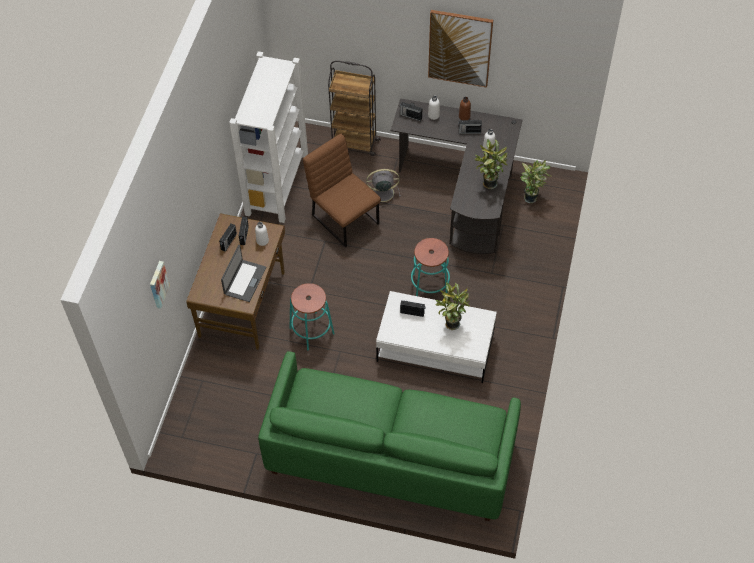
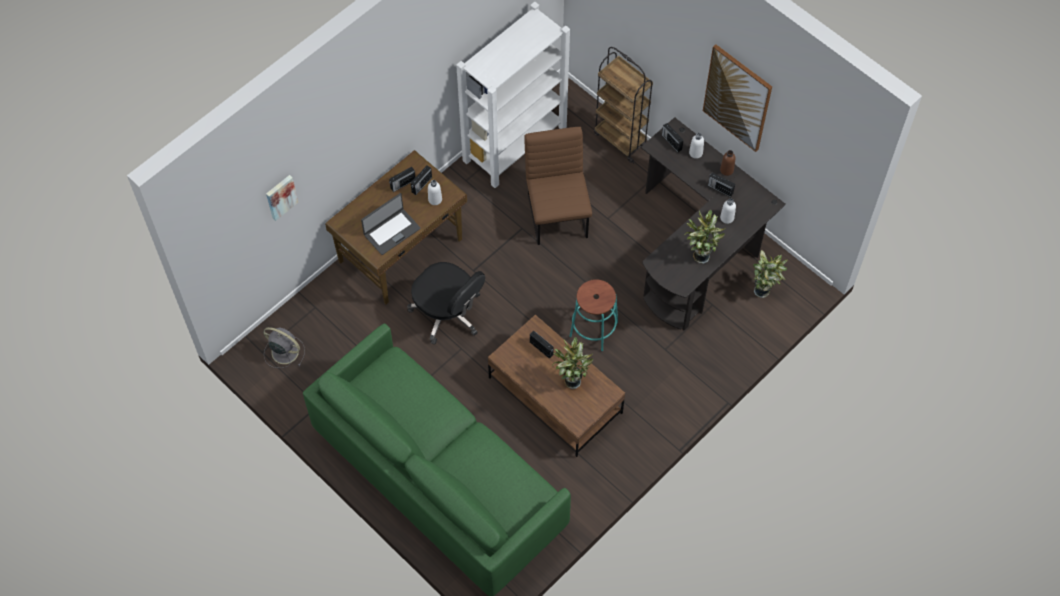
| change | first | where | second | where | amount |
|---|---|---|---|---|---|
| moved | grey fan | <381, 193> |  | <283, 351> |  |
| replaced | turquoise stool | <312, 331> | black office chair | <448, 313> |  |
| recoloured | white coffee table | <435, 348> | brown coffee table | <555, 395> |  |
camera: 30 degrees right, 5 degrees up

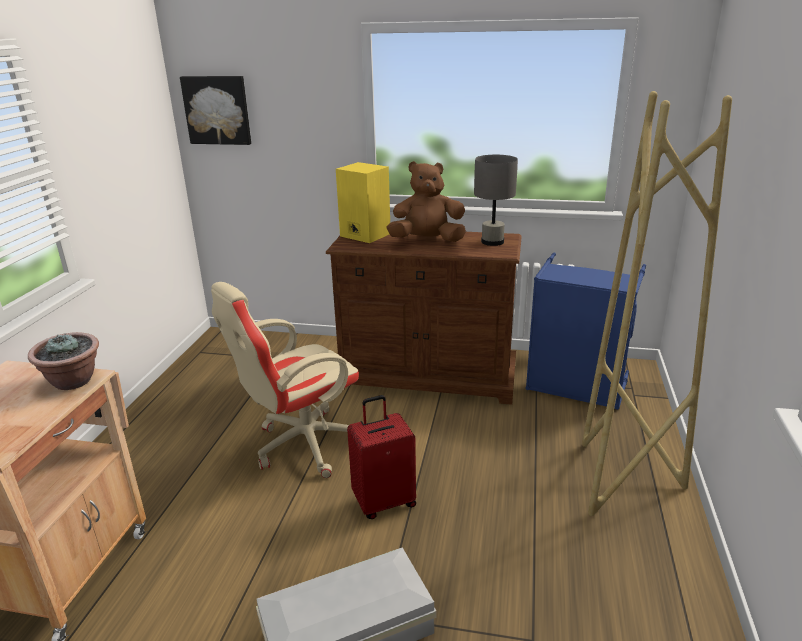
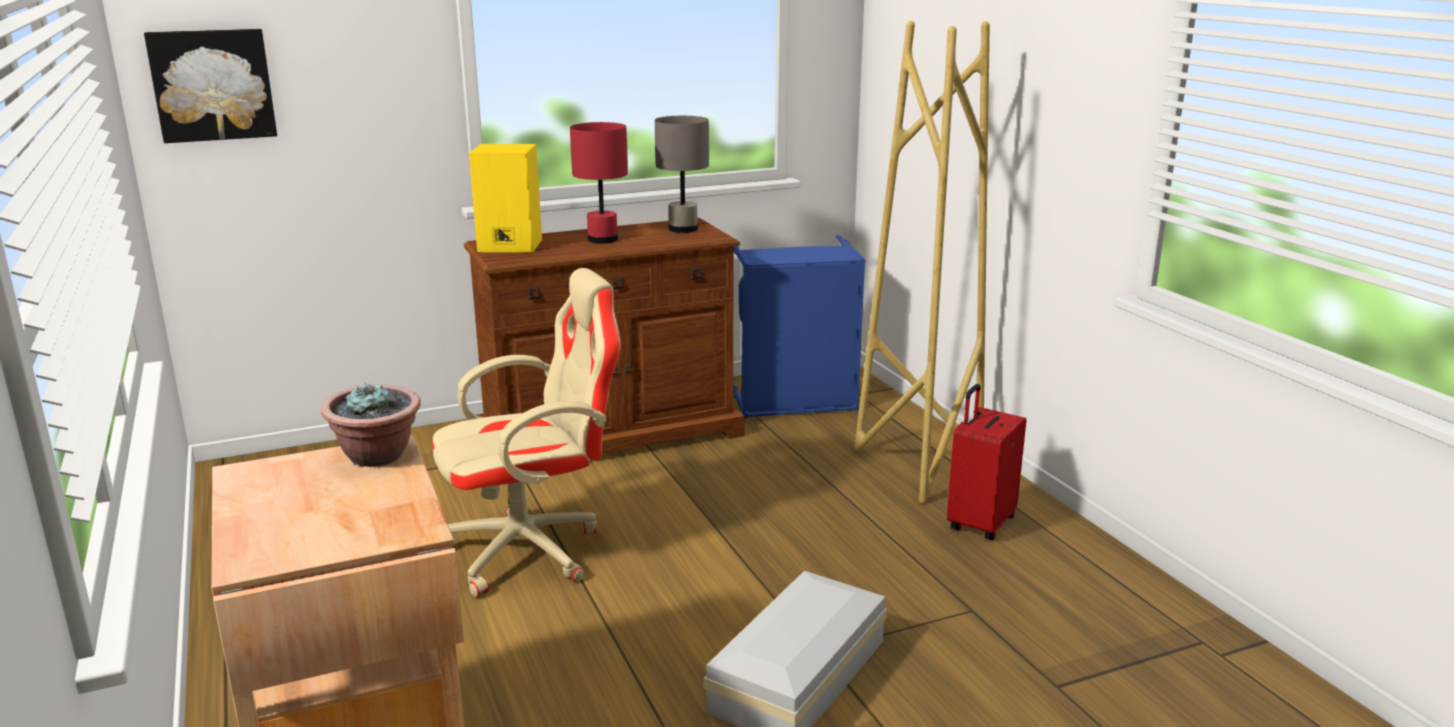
| change | first | where | second | where | amount |
|---|---|---|---|---|---|
| turned | beige office chair | <299, 448> |  | <535, 550> | 135 degrees counterclockwise |
| replaced | brown plush toy | <427, 240> | red table lamp | <603, 239> |  |
| moved | red suitcase | <384, 501> |  | <979, 523> |  |
camera: 35 degrees left, 5 degrees down

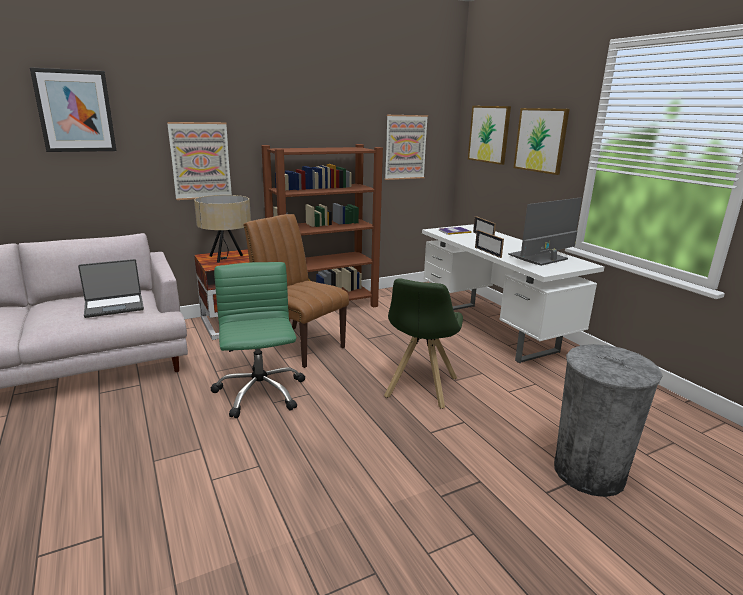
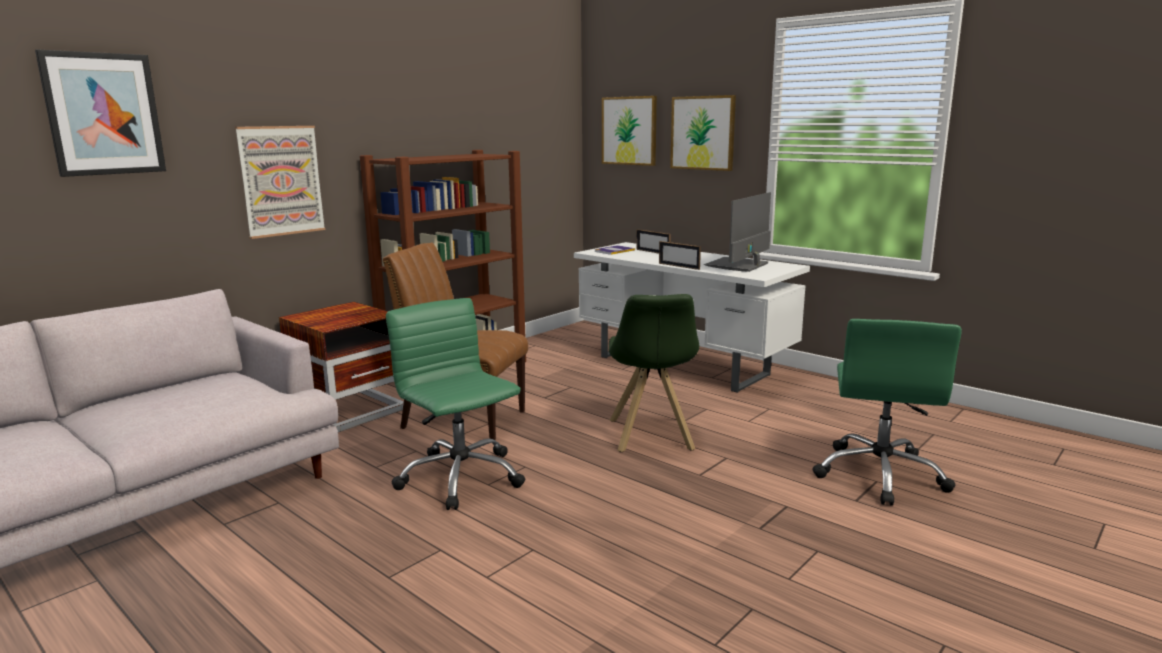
| change | first | where | second | where | amount |
|---|---|---|---|---|---|
| replaced | grey trash can | <588, 472> | green office chair | <880, 475> |  |
| removed | laptop | <114, 306> |  |  |  |
| removed | beige table lamp | <227, 258> |  |  |  |
| removed | picture | <405, 147> |  |  |  |
camera: 20 degrees left, 5 degrees down

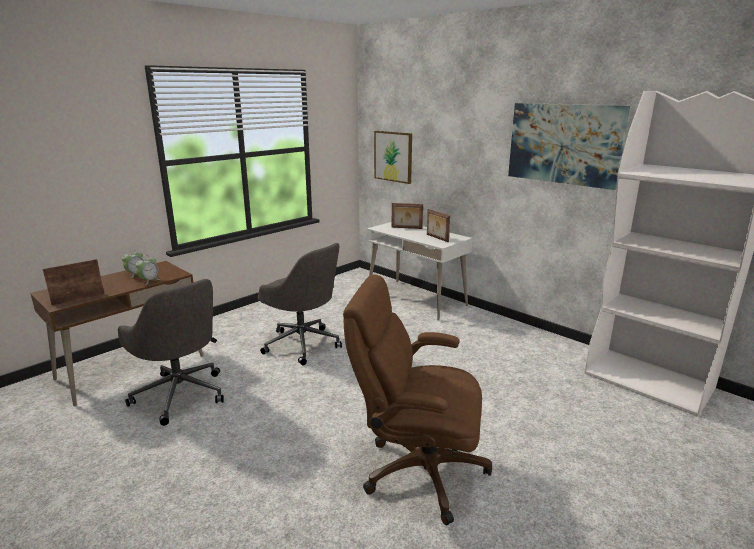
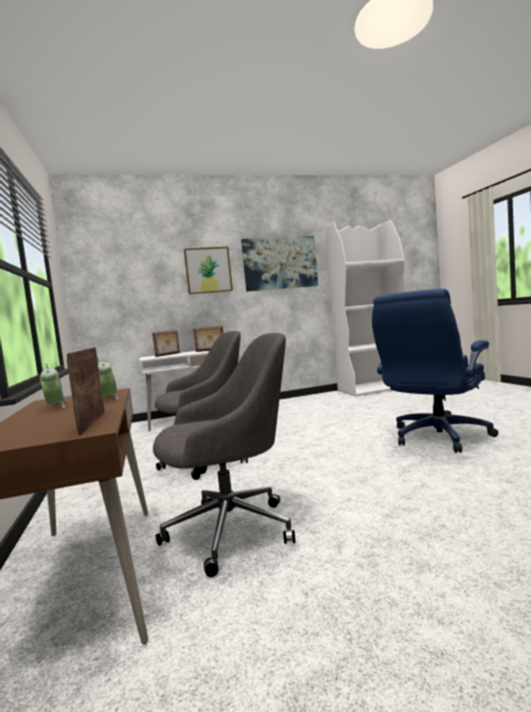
| change | first | where | second | where | amount |
|---|---|---|---|---|---|
| moved | picture | <393, 156> |  | <208, 270> |  |
| recoloured | brown office chair | <416, 469> | blue office chair | <435, 438> |  |
camera: 60 degrees left, 15 degrees down

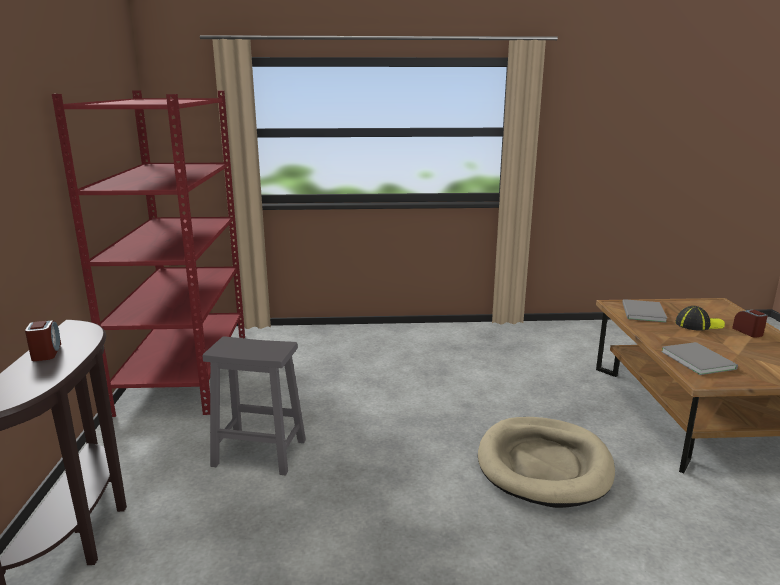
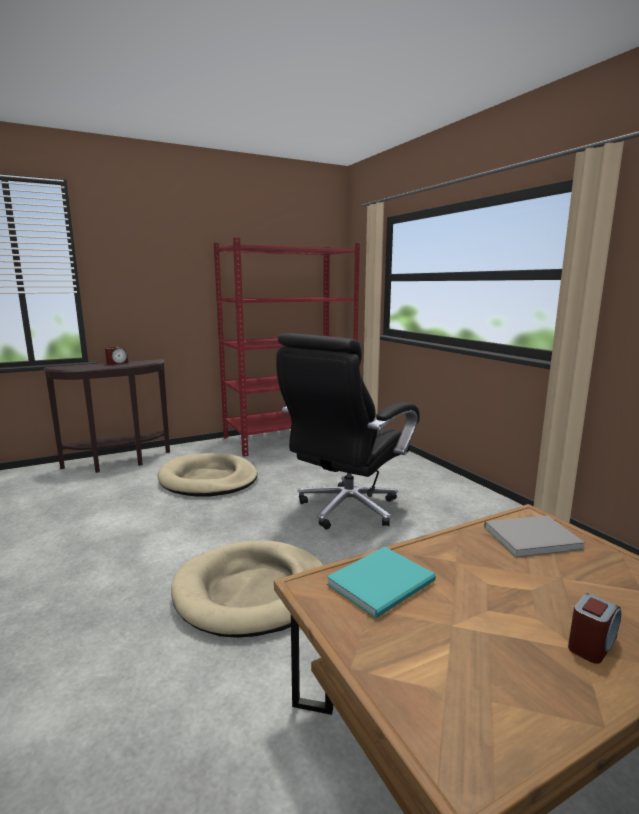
| change | first | where | second | where | amount |
|---|---|---|---|---|---|
| replaced | grey stool | <261, 453> | beige dog bed | <208, 479> |  |
| added |  |  | black office chair | <345, 511> |  |
| recoloured | grey book | <697, 359> | turquoise book | <384, 583> |  |
| removed | cap | <699, 324> |  |  |  |
camera: 65 degrees right, 5 degrees down

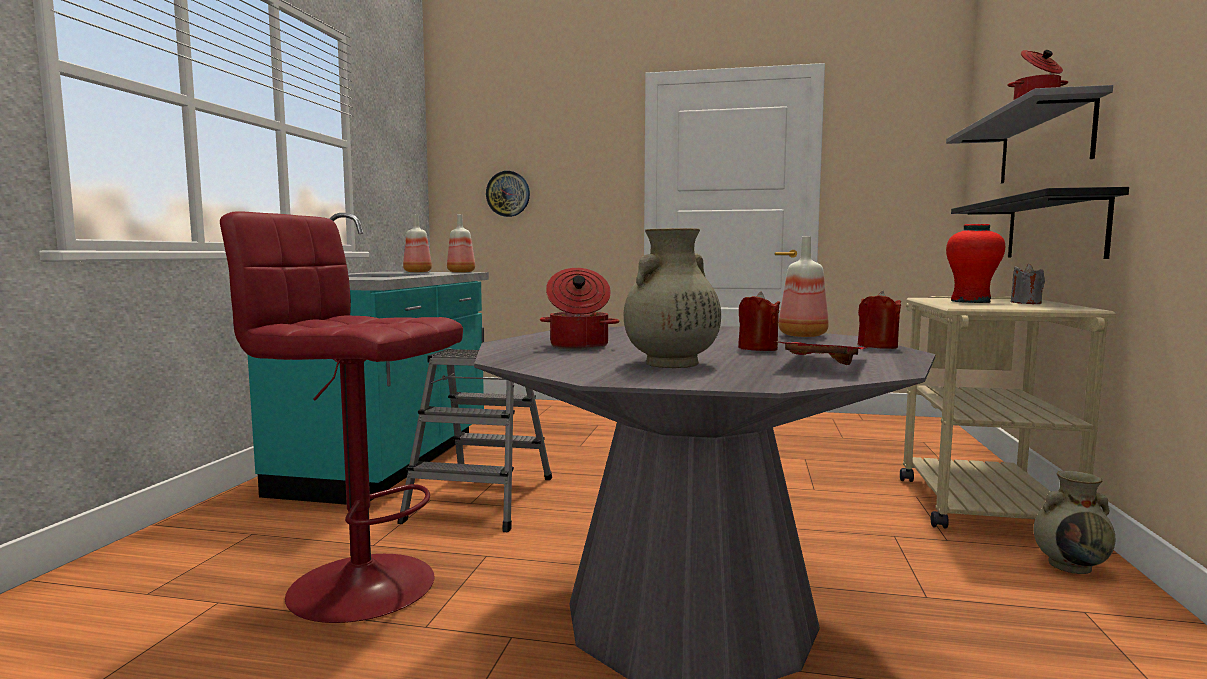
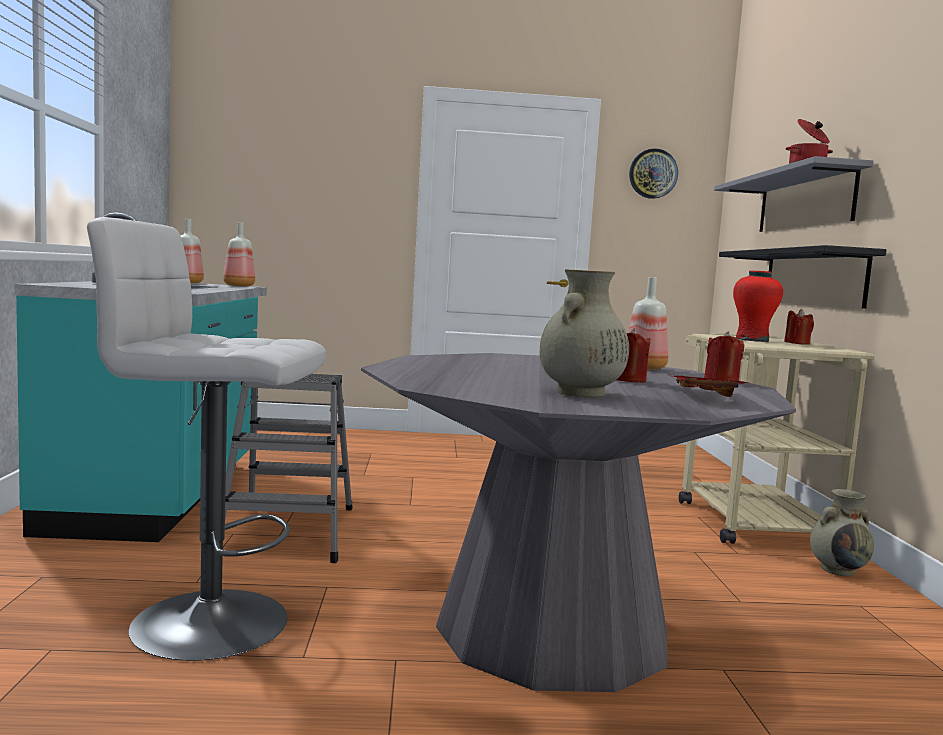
| change | first | where | second | where | amount |
|---|---|---|---|---|---|
| recoloured | red stool | <361, 585> | white stool | <209, 622> |  |
| moved | wall clock | <508, 194> |  | <653, 173> |  |
| recoloured | grey candle | <1025, 303> | red candle | <797, 343> |  |
| removed | cooking pot | <578, 346> |  |  |  |
camera: 15 degrees left, 0 degrees up

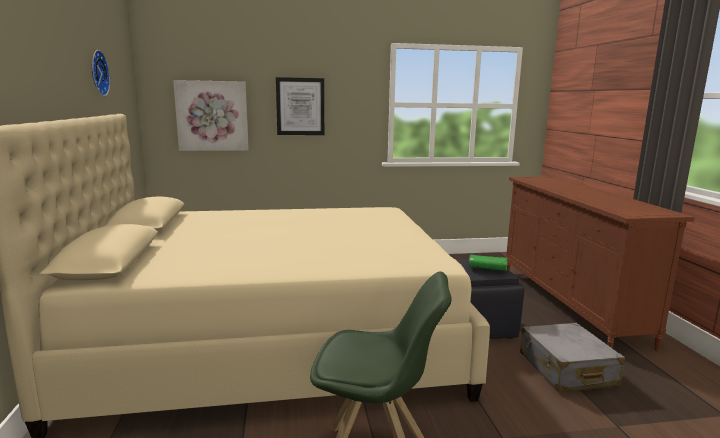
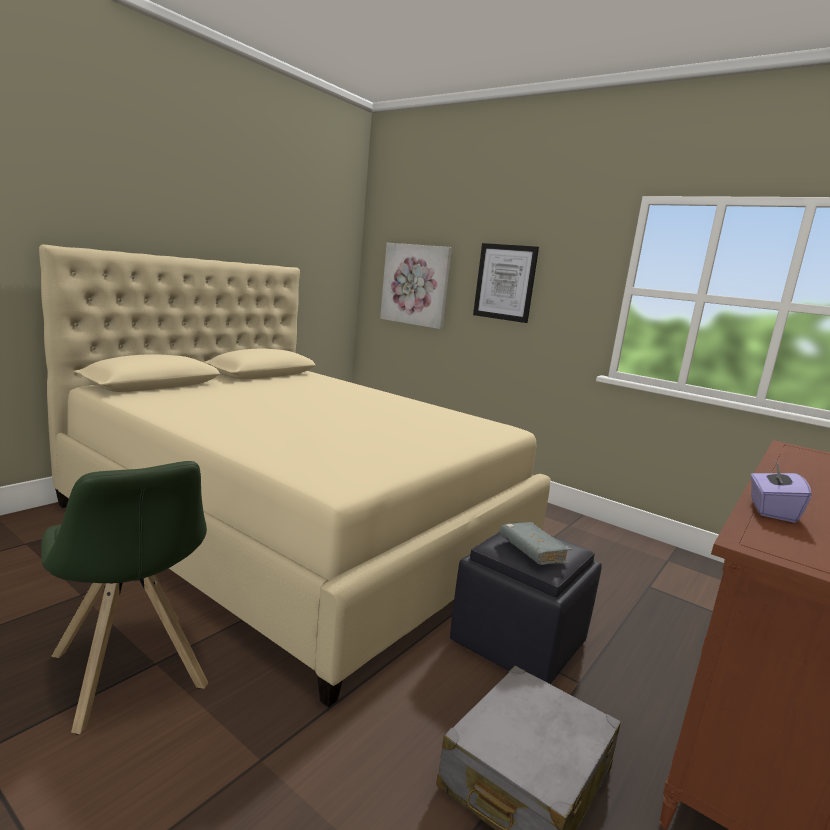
| change | first | where | second | where | amount |
|---|---|---|---|---|---|
| recoloured | green book | <487, 268> | grey book | <532, 551> |  |
| added |  |  | purple tissue box | <771, 510> |  |
| removed | wall clock | <97, 73> |  |  |  |
camera: 45 degrees right, 0 degrees up

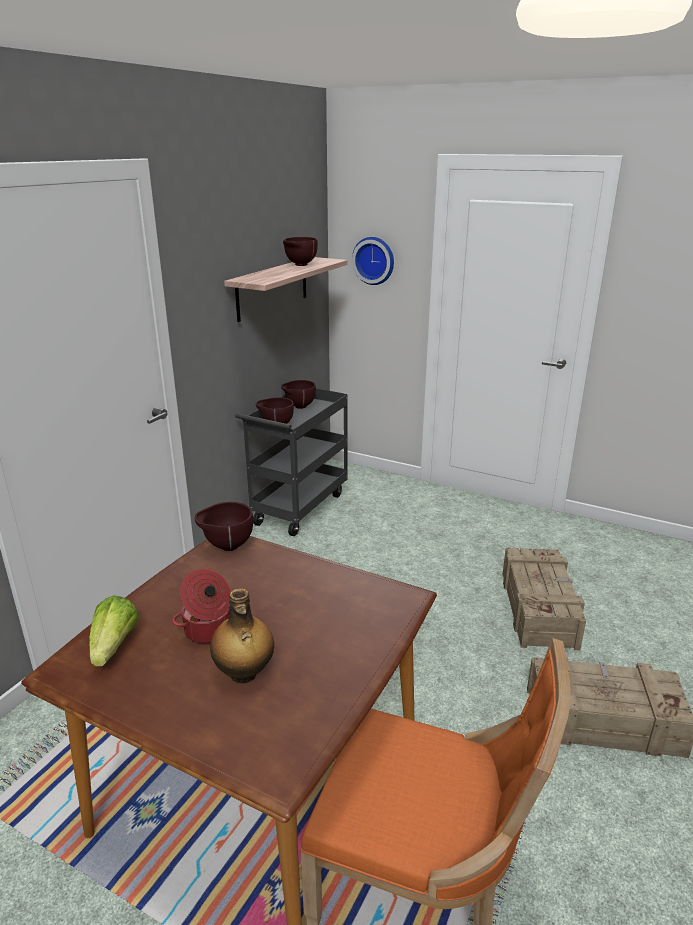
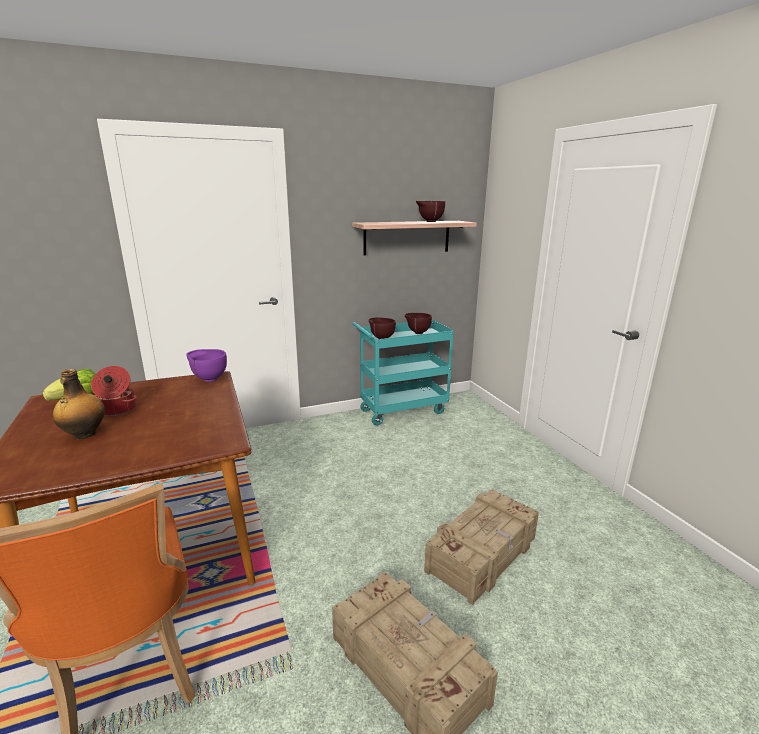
| change | first | where | second | where | amount |
|---|---|---|---|---|---|
| recoloured | brown bowl | <226, 547> | purple bowl | <209, 379> |  |
| recoloured | grey cart | <298, 511> | turquoise cart | <400, 412> |  |
| removed | wall clock | <374, 260> |  |  |  |
camera: 40 degrees right, 5 degrees down

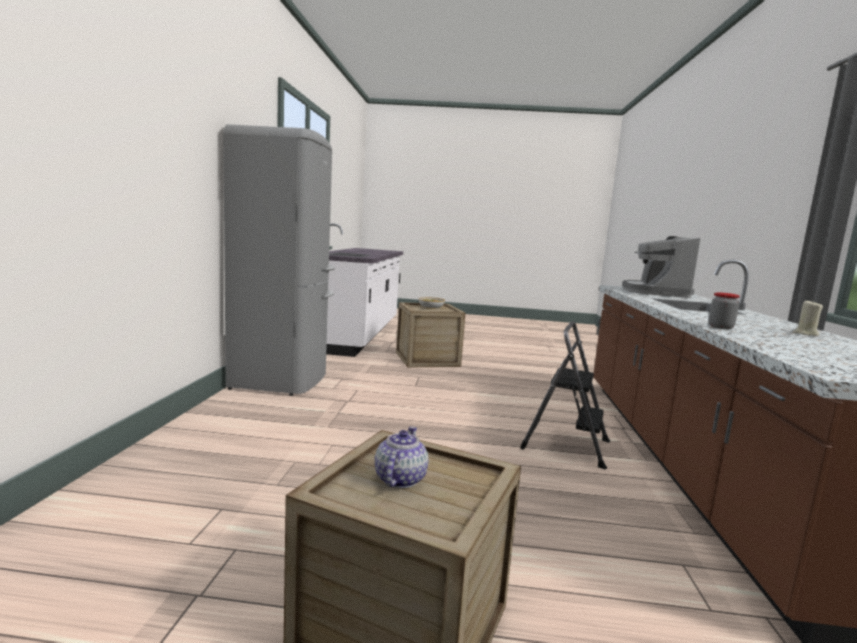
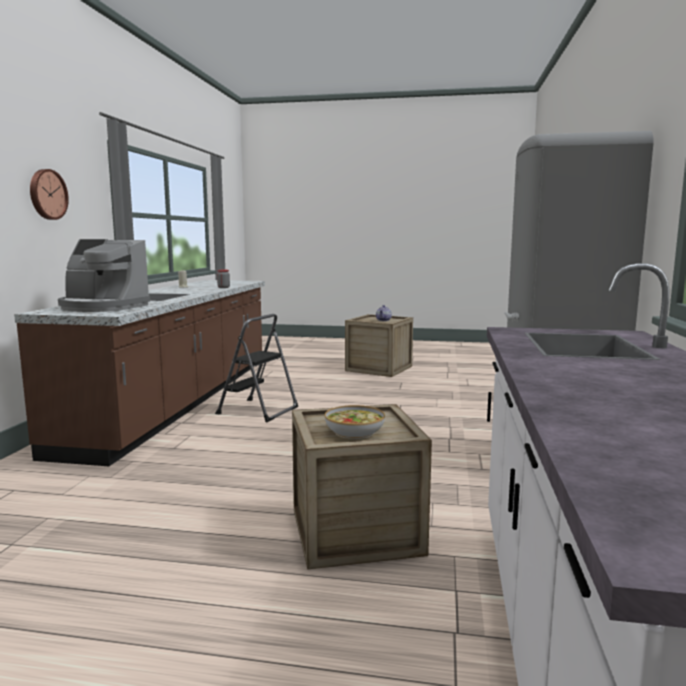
| change | first | where | second | where | amount |
|---|---|---|---|---|---|
| added |  |  | wall clock | <47, 194> |  |
| turned | coffee machine | <655, 292> |  | <102, 307> | 90 degrees clockwise |
camera: 175 degrees left, 0 degrees up

